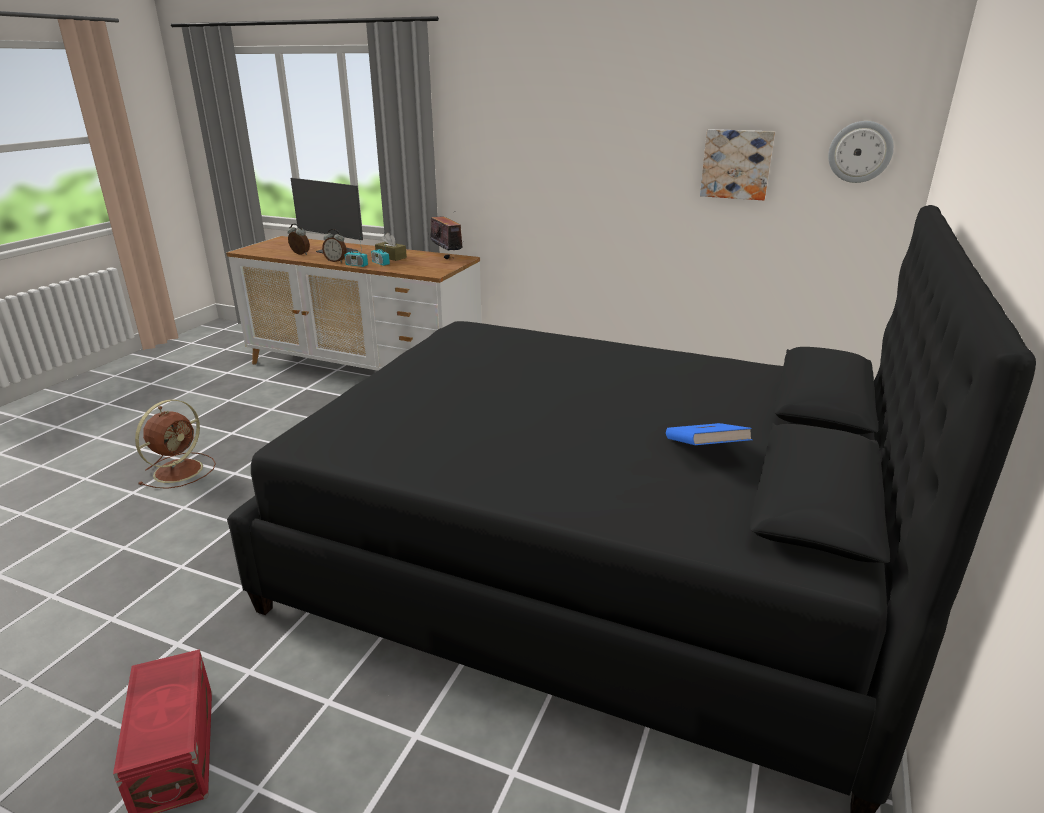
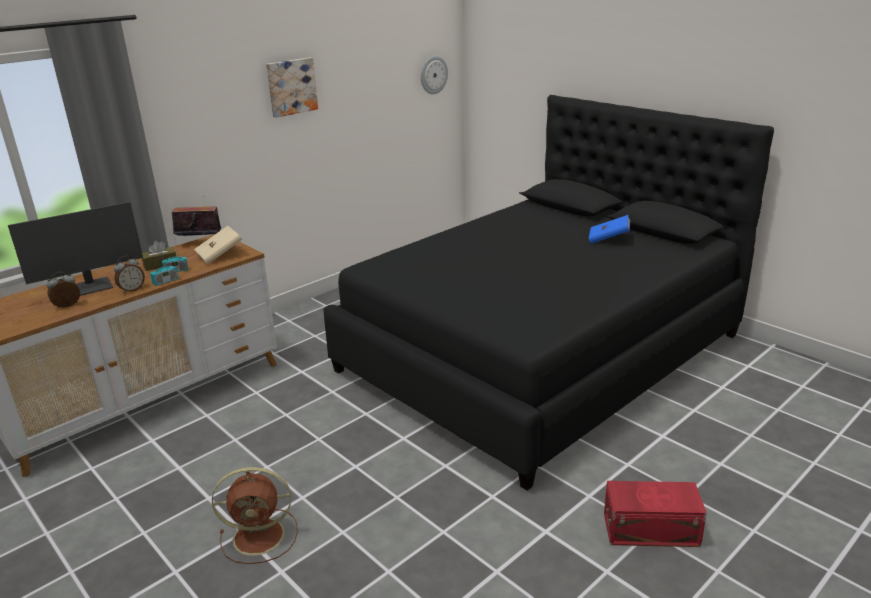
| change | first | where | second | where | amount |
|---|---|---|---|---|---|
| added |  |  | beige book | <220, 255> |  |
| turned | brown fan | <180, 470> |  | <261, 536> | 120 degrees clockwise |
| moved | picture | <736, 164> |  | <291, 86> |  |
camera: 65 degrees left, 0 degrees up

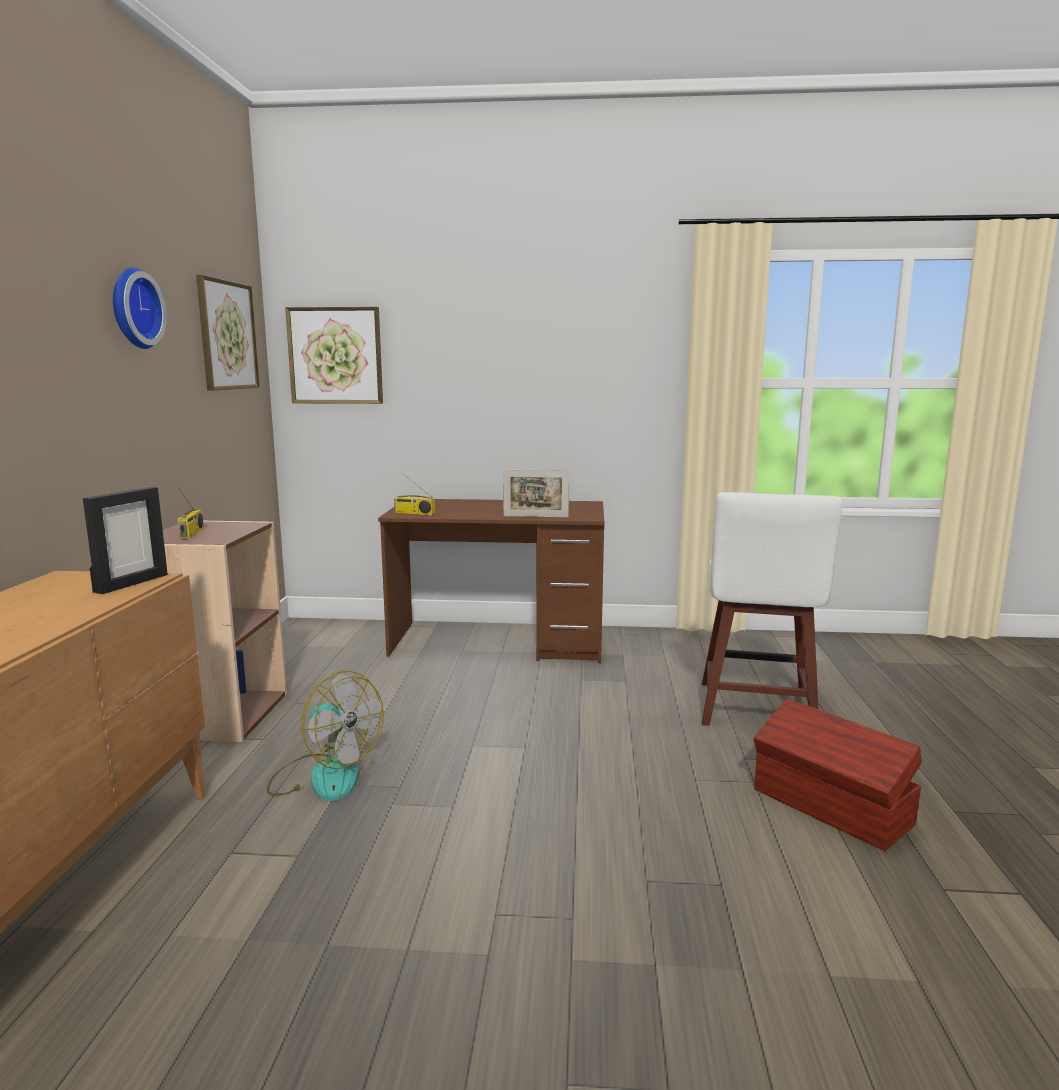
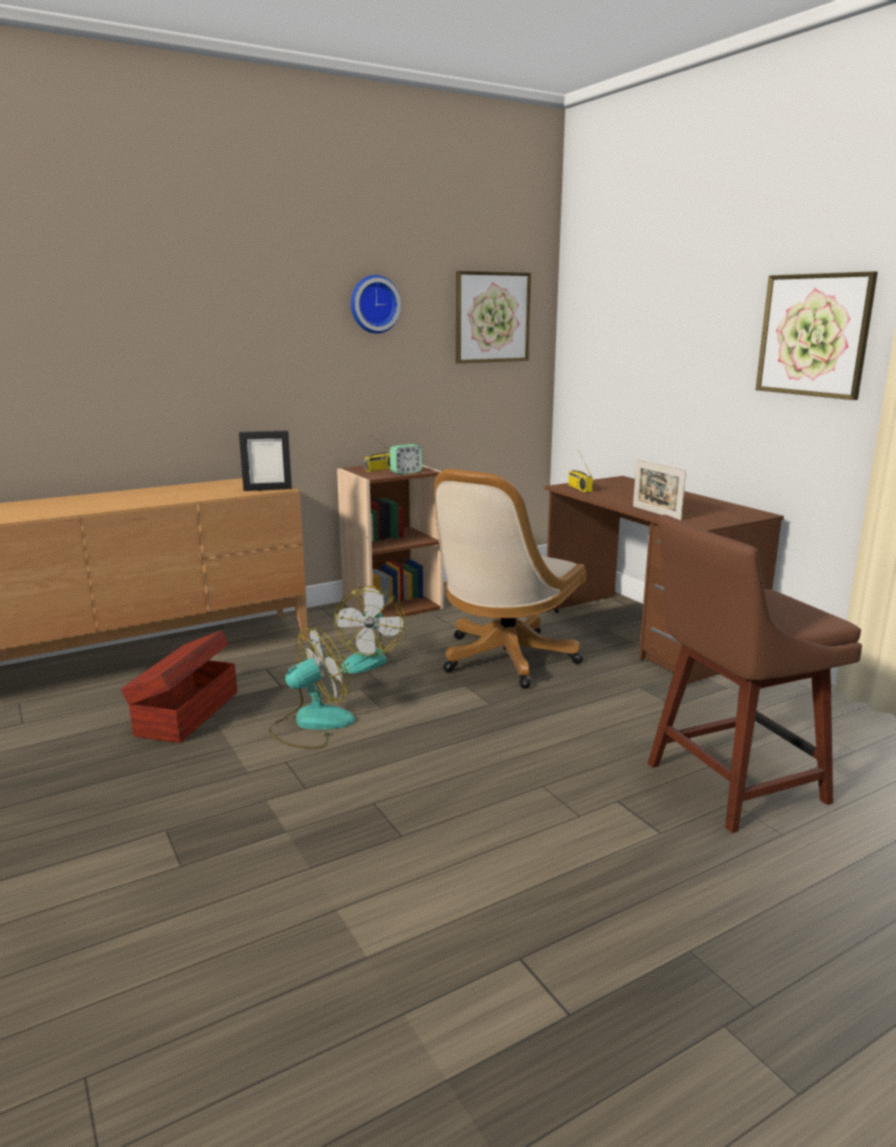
| change | first | where | second | where | amount |
|---|---|---|---|---|---|
| moved | brown storage box | <831, 808> |  | <185, 713> |  |
| added |  |  | fan | <311, 724> |  |
| added |  |  | alarm clock | <406, 472> |  |
| added |  |  | office chair | <503, 661> |  |
| recoloured | white stool | <755, 710> | brown stool | <728, 784> |  |
| moved | picture | <335, 355> |  | <814, 335> |  |
camera: 55 degrees right, 5 degrees up

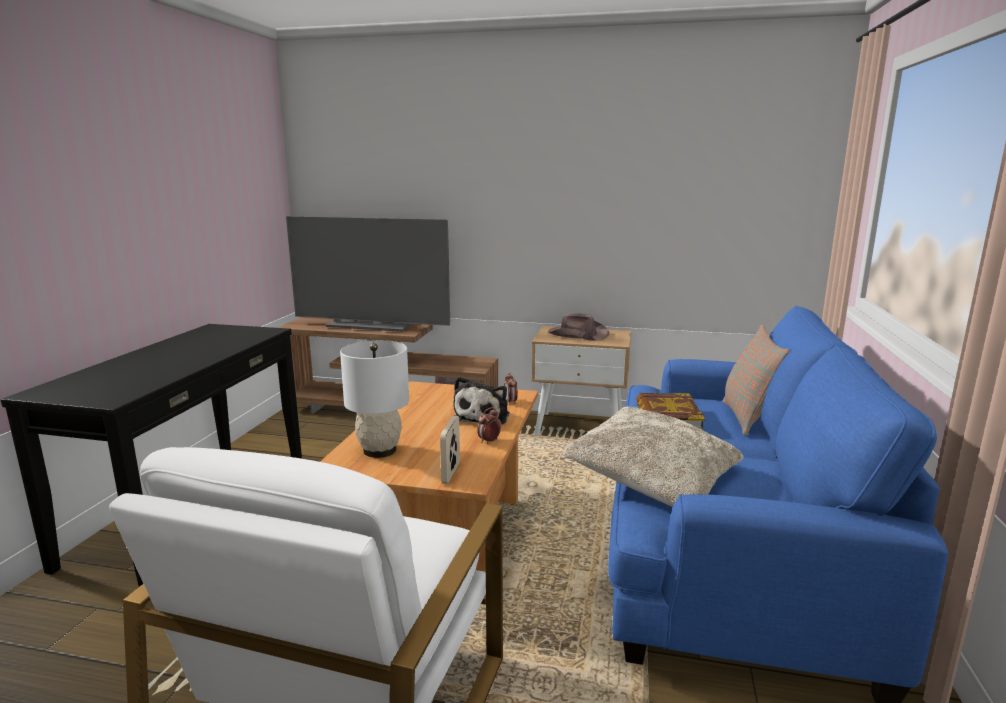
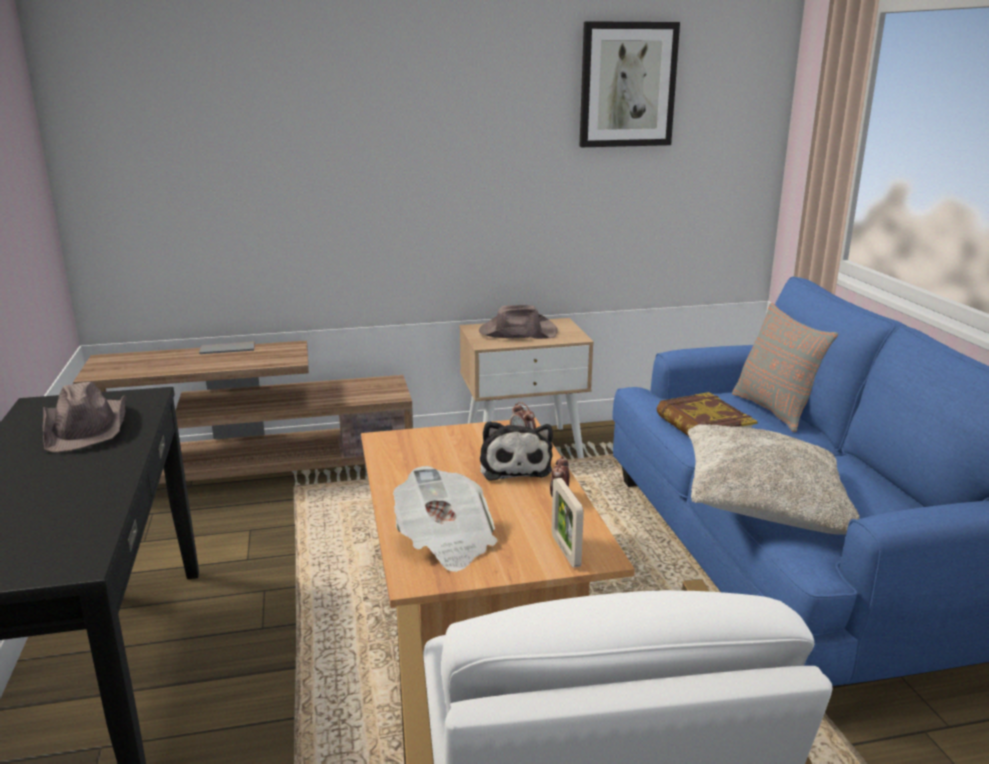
| change | first | where | second | where | amount |
|---|---|---|---|---|---|
| added |  |  | brown hat | <87, 427> |  |
| replaced | white table lamp | <380, 450> | newspaper | <445, 542> |  |
| added |  |  | picture | <627, 85> |  |
| removed | television | <373, 324> |  |  |  |
camera: 25 degrees left, 5 degrees up

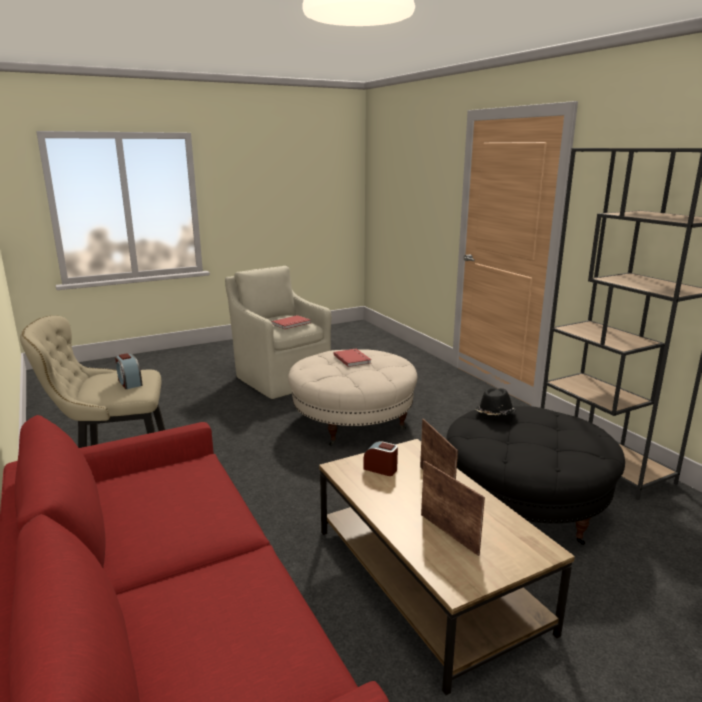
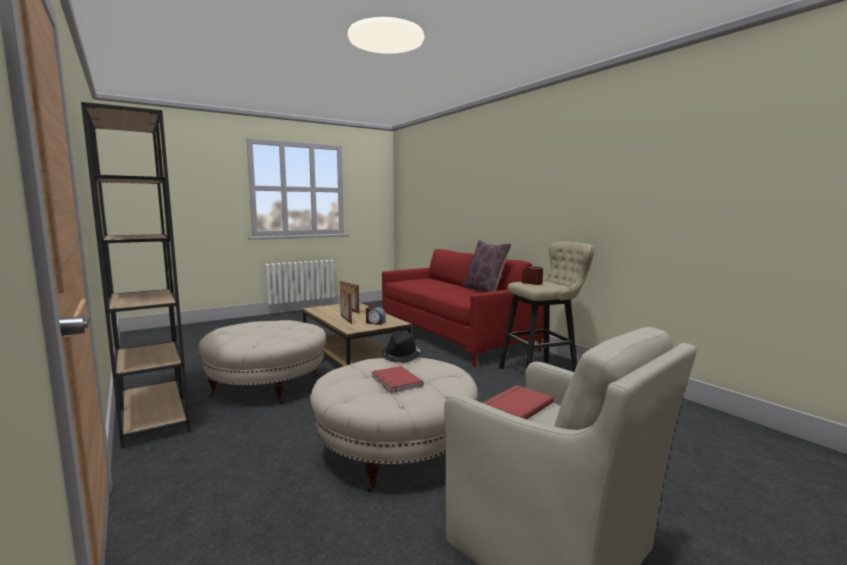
| change | first | where | second | where | amount |
|---|---|---|---|---|---|
| recoloured | black ottoman | <525, 503> | beige ottoman | <267, 385> |  |
| moved | black hat | <495, 414> |  | <401, 356> |  |
| added |  |  | brown pillow | <485, 291> |  |
camera: 175 degrees right, 10 degrees down

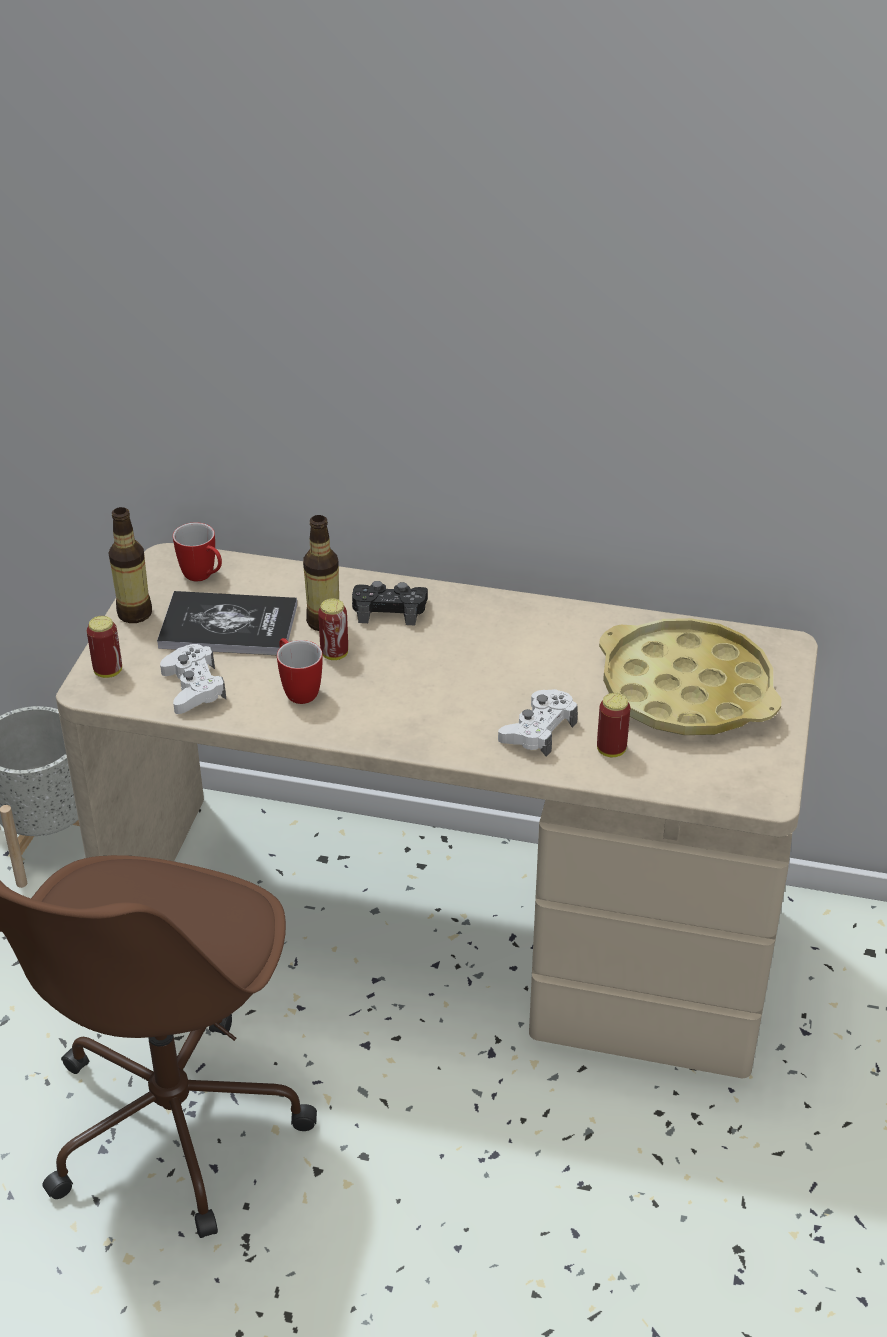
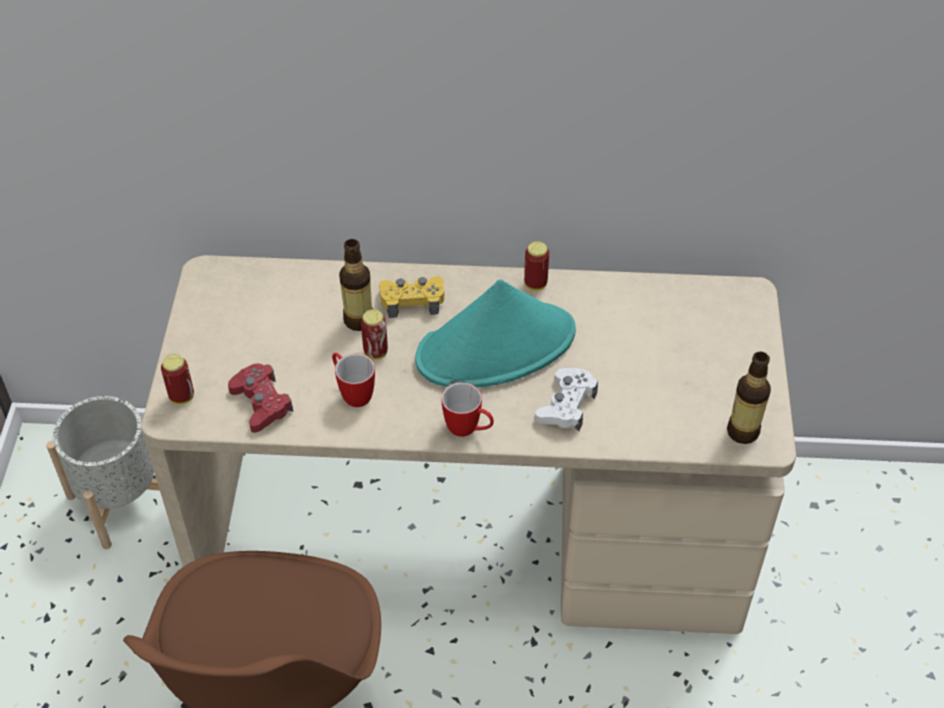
| change | first | where | second | where | amount |
|---|---|---|---|---|---|
| recoloured | white game controller | <193, 687> | red game controller | <261, 403> |  |
| recoloured | black game controller | <389, 609> | yellow game controller | <412, 300> |  |
| added |  |  | turquoise hat | <496, 346> |  |
| moved | mug | <203, 577> |  | <468, 430> |  |
| moved | can | <611, 750> |  | <535, 284> |  |
| moved | bottle | <134, 613> |  | <742, 432> |  |
| removed | book | <228, 626> |  |  |  |
| removed | yellow tray | <686, 690> |  |  |  |
camera: 10 degrees left, 10 degrees up

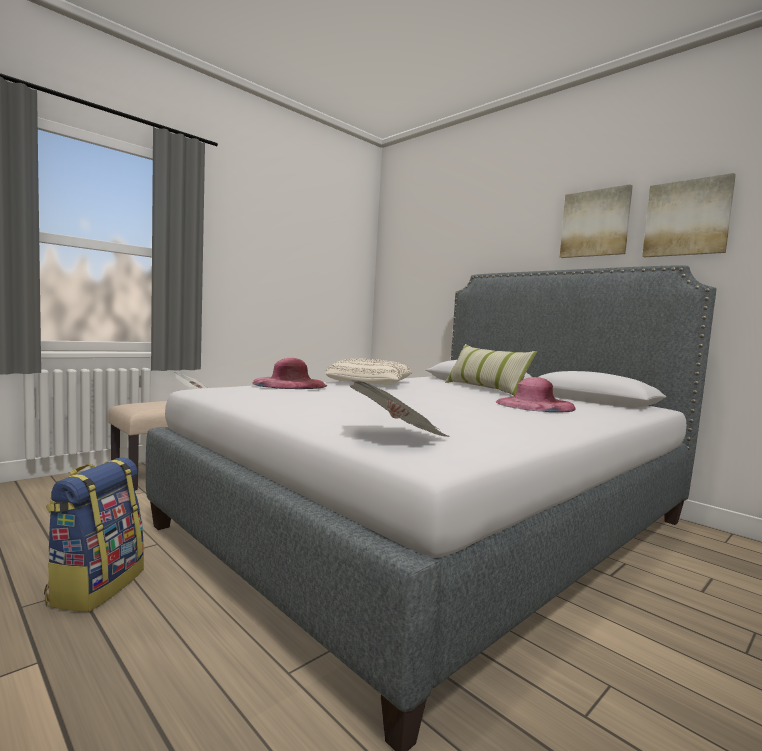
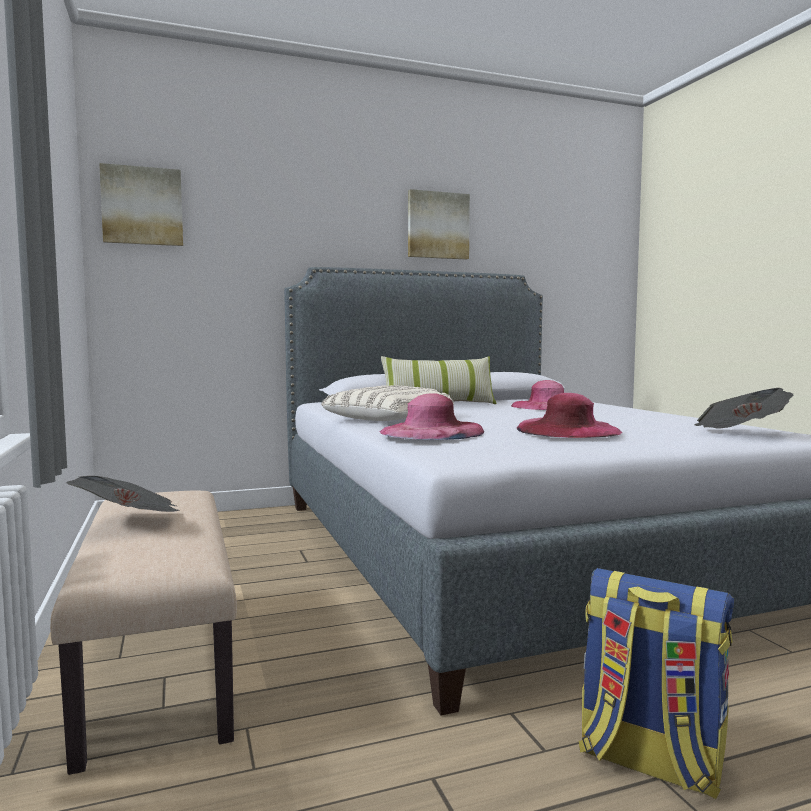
| change | first | where | second | where | amount |
|---|---|---|---|---|---|
| moved | picture | <687, 218> |  | <142, 206> |  |
| added |  |  | pink hat | <567, 429> |  |
camera: 65 degrees left, 0 degrees up

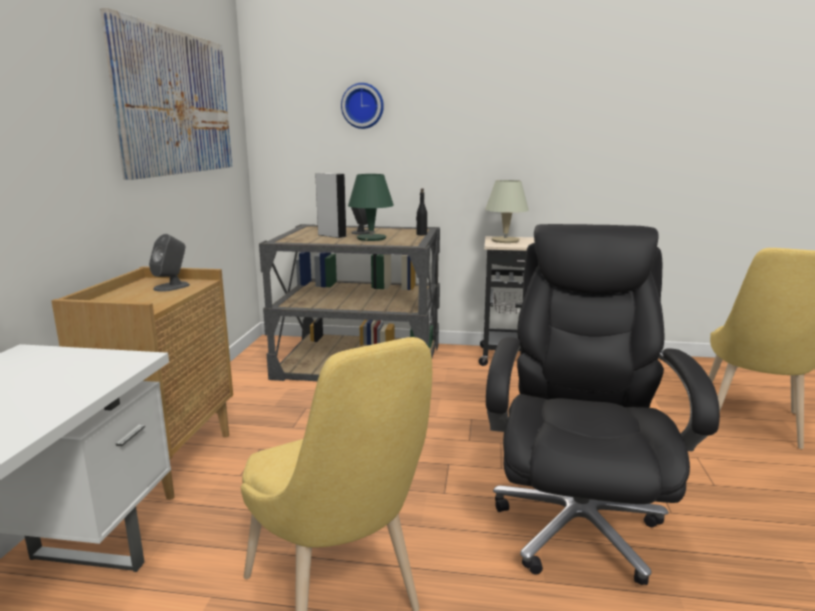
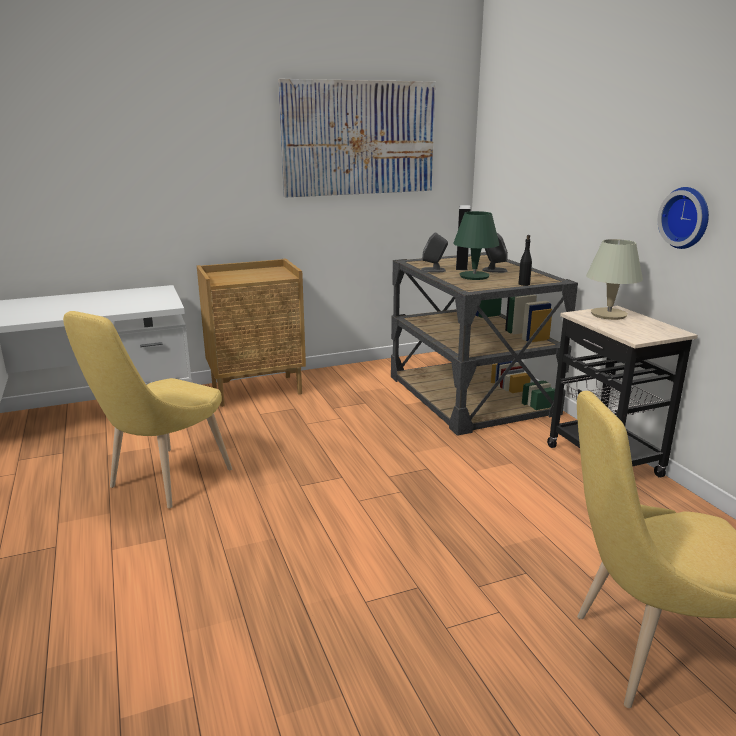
| change | first | where | second | where | amount |
|---|---|---|---|---|---|
| moved | grey speaker | <172, 287> |  | <433, 270> |  |
| moved | wall clock | <363, 106> |  | <687, 217> |  |
| removed | black office chair | <577, 524> |  |  |  |
camera: 60 degrees right, 5 degrees up

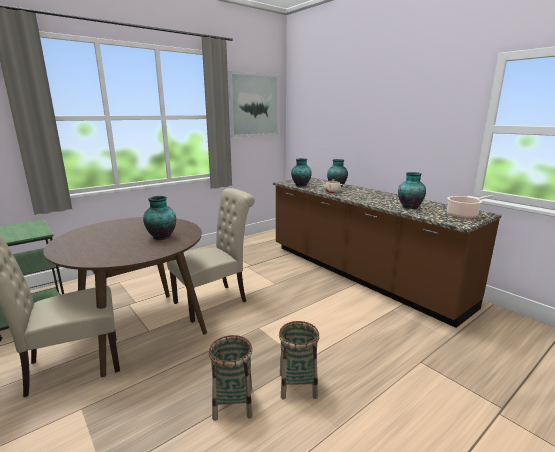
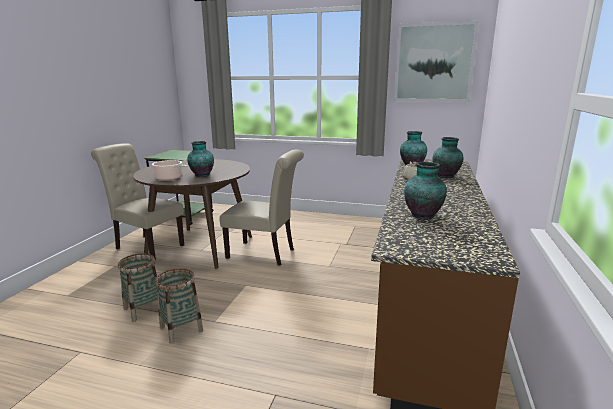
| change | first | where | second | where | amount |
|---|---|---|---|---|---|
| moved | cooking pot | <463, 215> |  | <170, 178> |  |
camera: 55 degrees right, 0 degrees up

